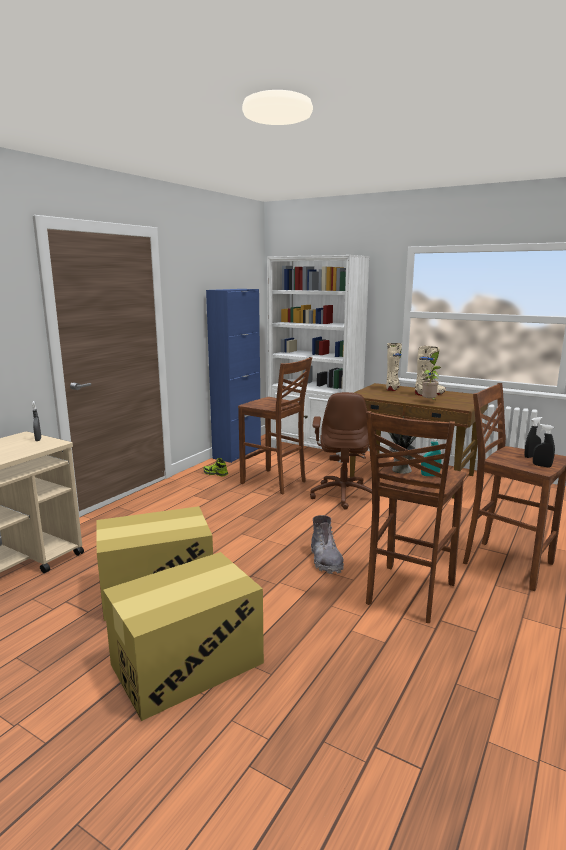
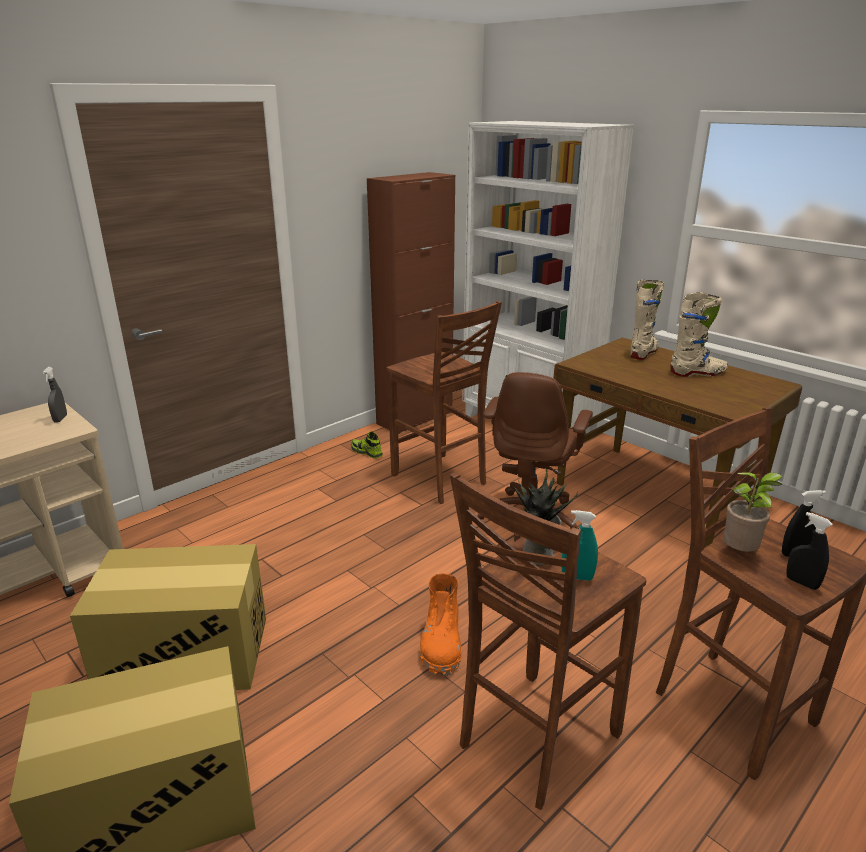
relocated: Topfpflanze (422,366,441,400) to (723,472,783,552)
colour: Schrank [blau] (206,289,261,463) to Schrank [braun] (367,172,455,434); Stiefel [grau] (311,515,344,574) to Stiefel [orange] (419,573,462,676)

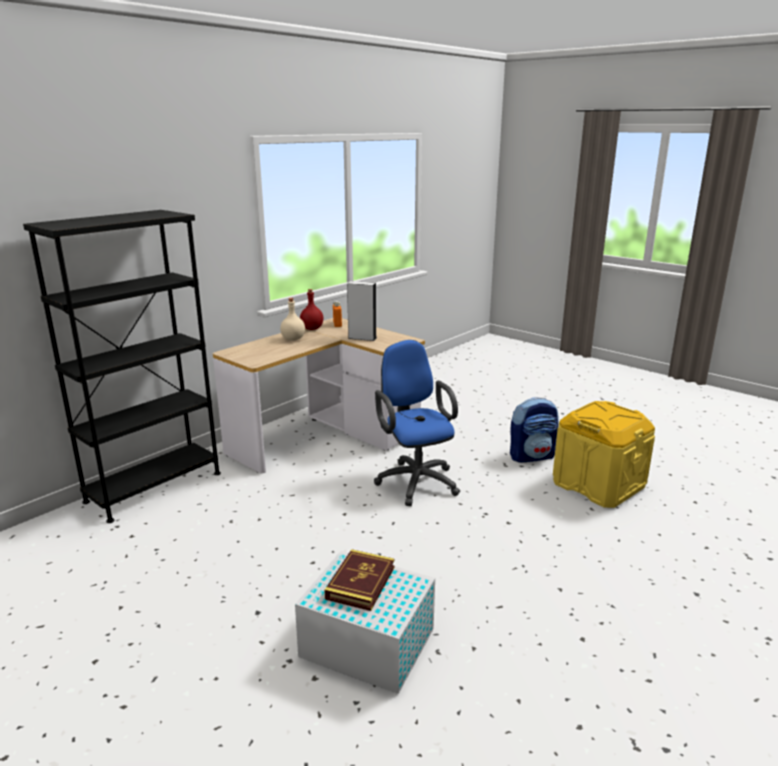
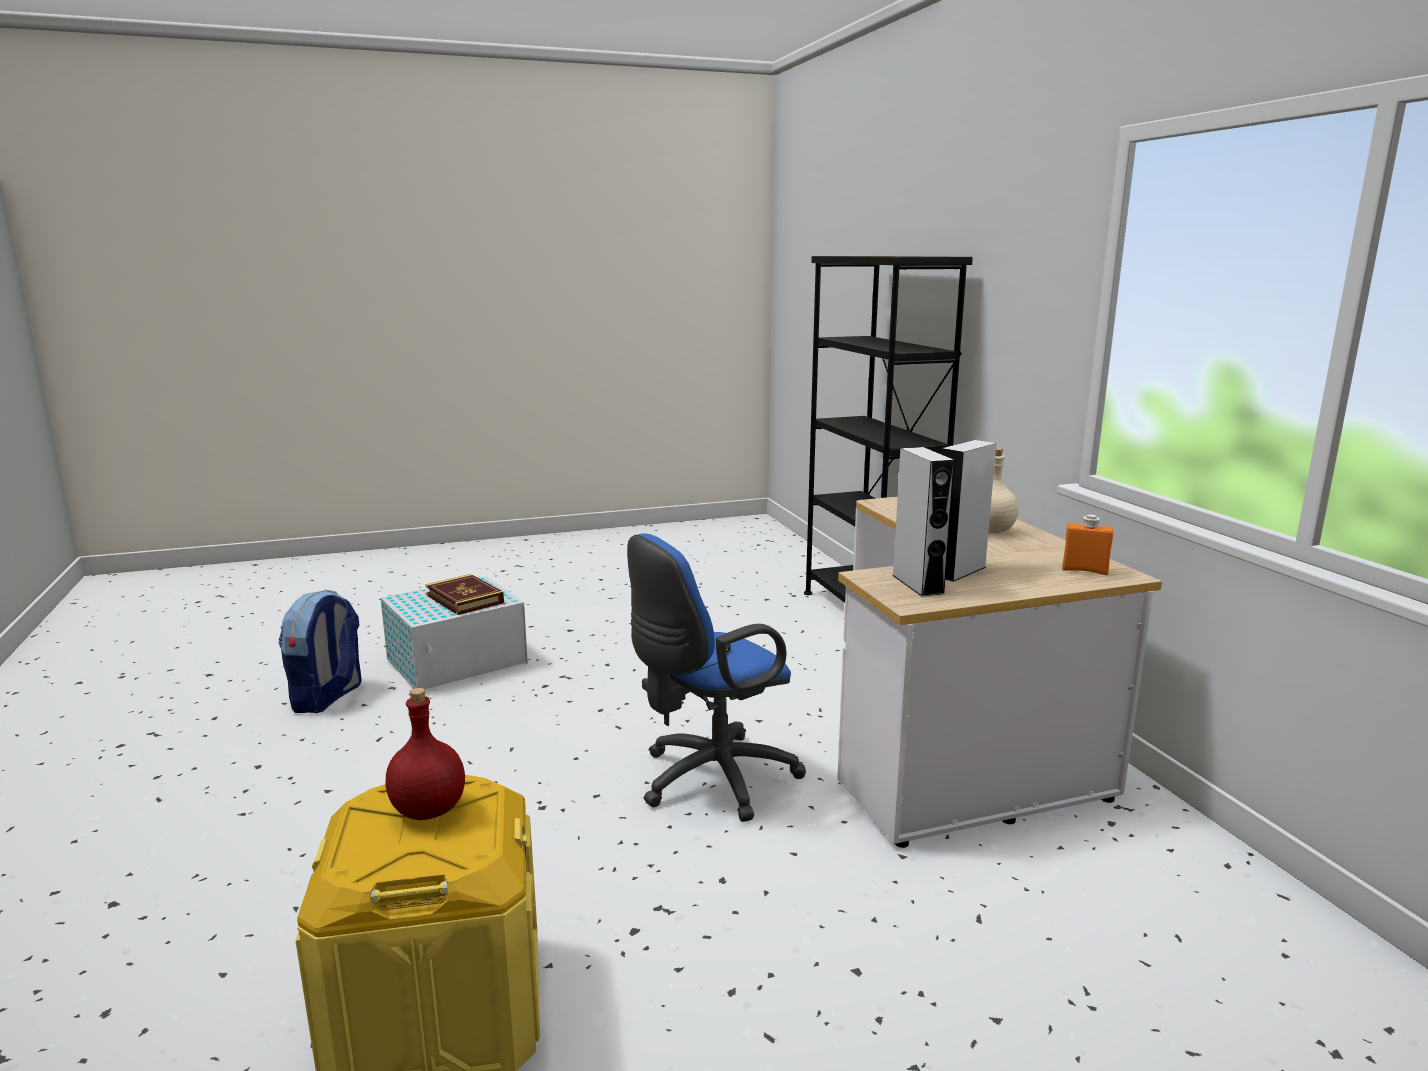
appeared: Lautsprecher [grau] (892,447,954,597)
relocated: Rucksack (510,397,559,463) to (278,590,362,713); Flasche [rot] (300,289,323,330) to (386,688,465,820)
spun: Bürostuhl [blau] (374,340,460,506) = (627,533,806,822) 135 degrees clockwise

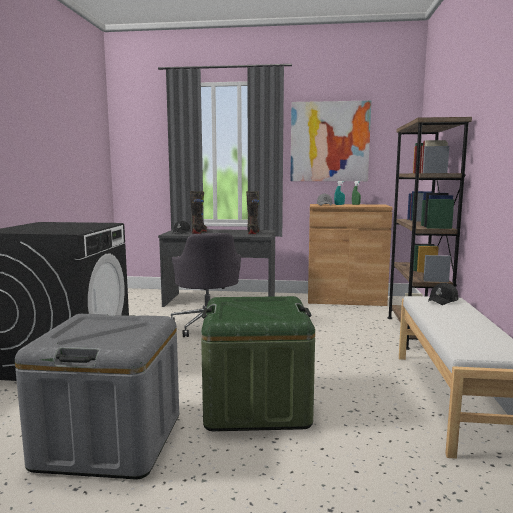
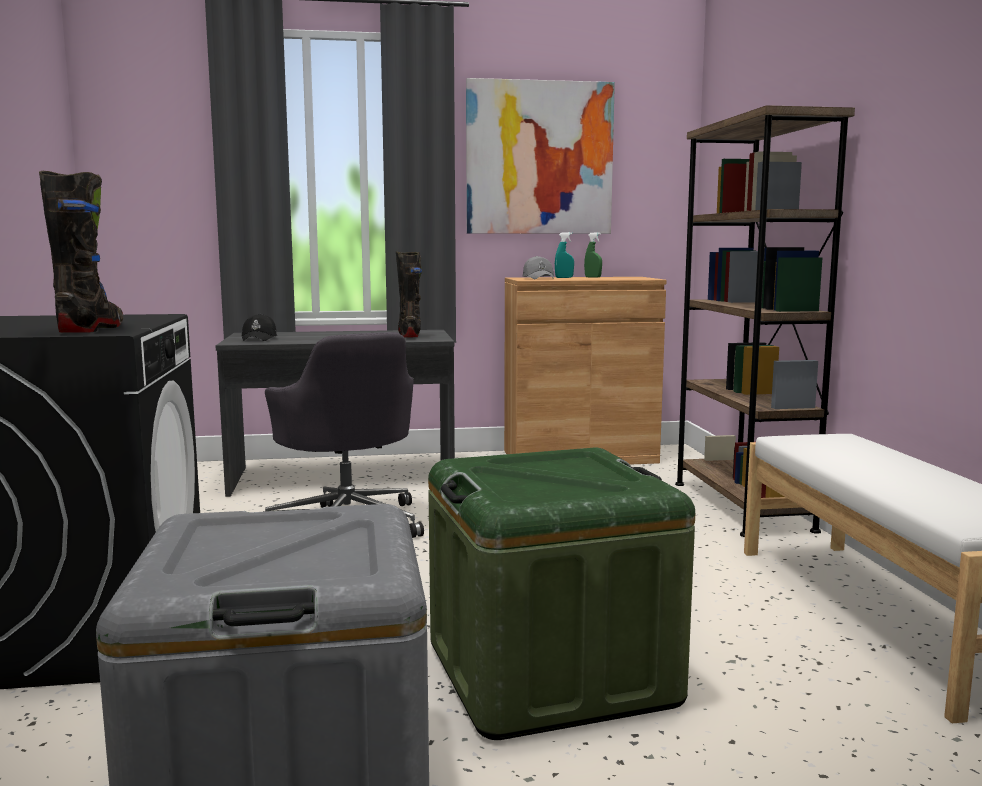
missing: Kappe [schwarz] (428,283,458,305)
relocated: Stiefel [schwarz] (190,191,207,234) to (39,171,123,333)

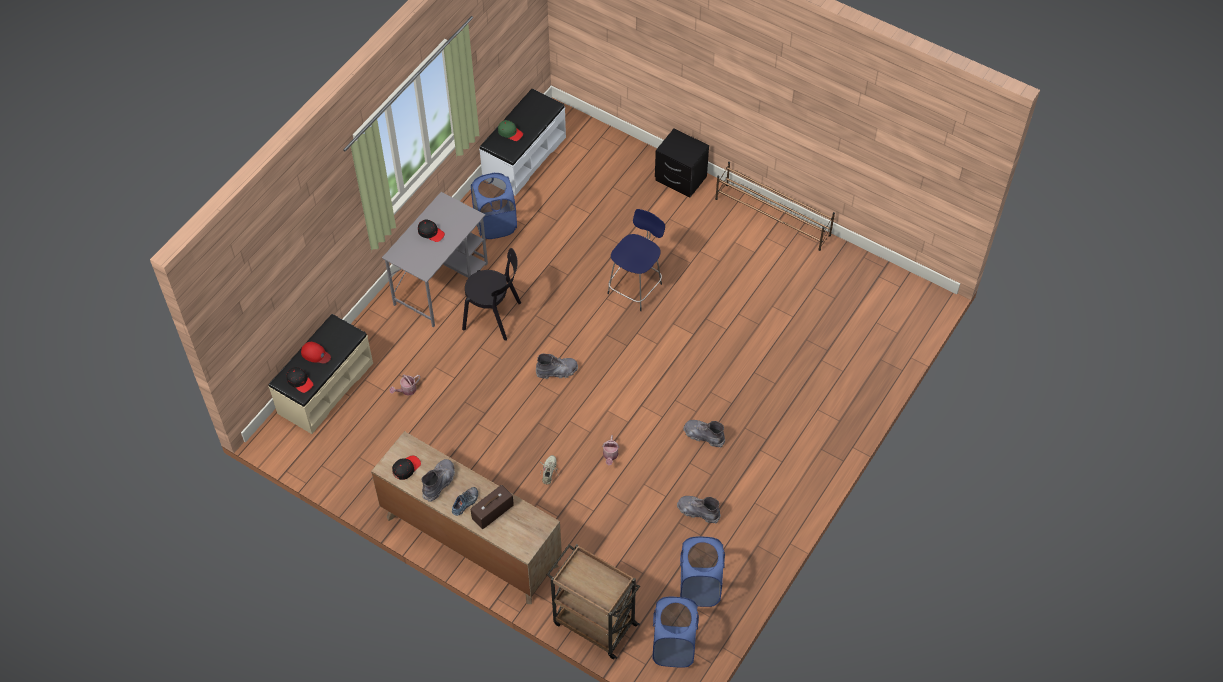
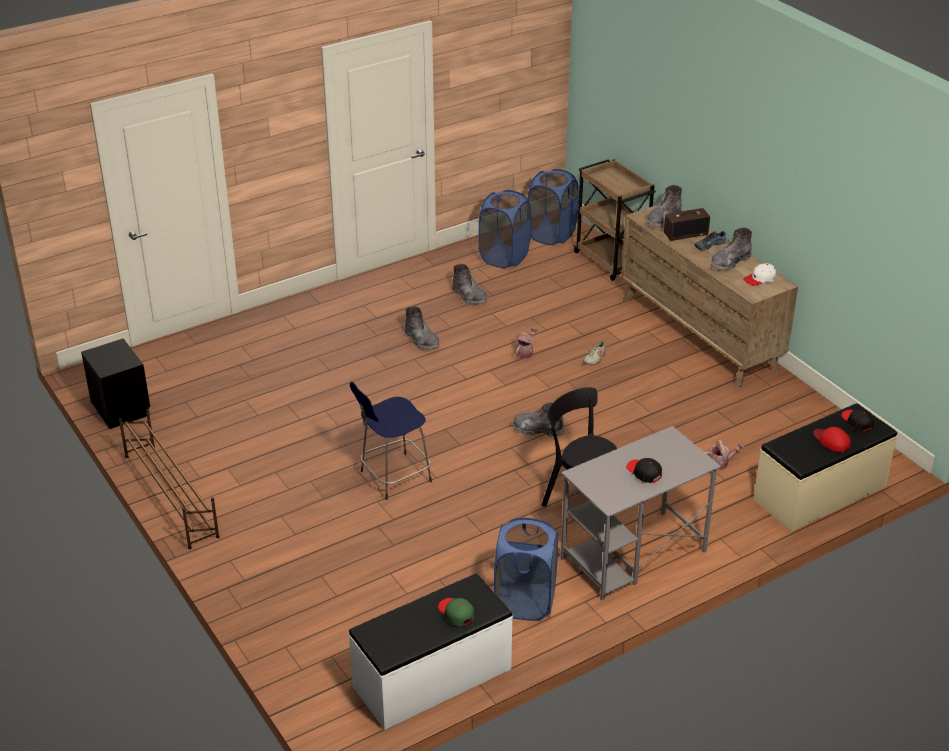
appeared: Stiefel [grau] (648,185,682,228)
relocated: Nachttisch [schwarz] (655,129,709,197) to (81,338,150,429)
colour: Kappe [schwarz] (392,456,421,480) to Kappe [weiß] (744,263,776,286)

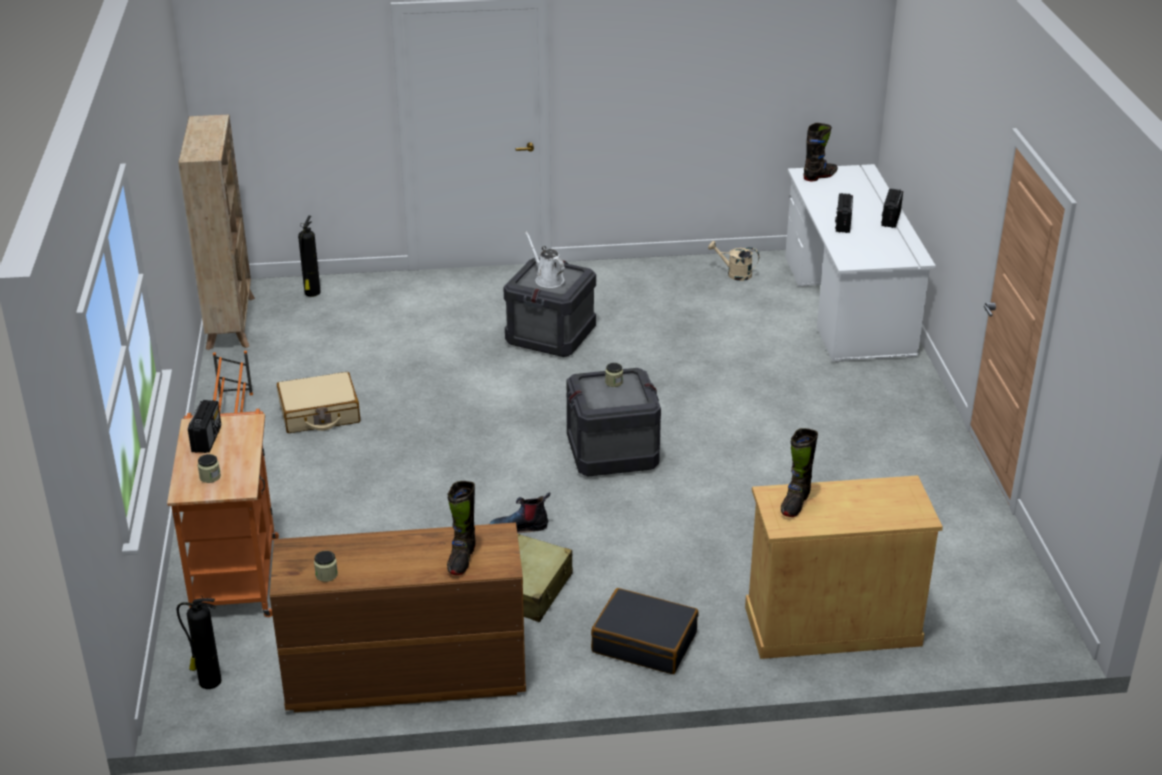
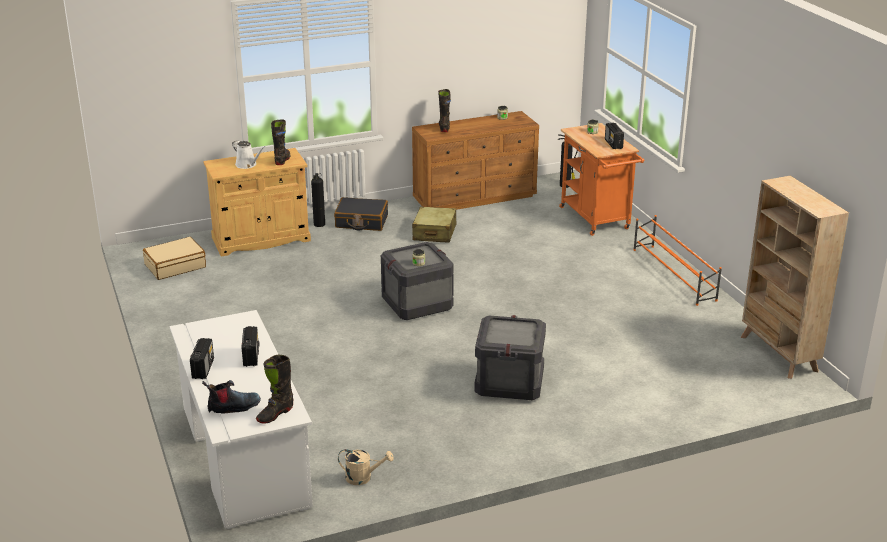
relocated: Koffer [beige] (277,372,360,433) to (143,237,206,280); Stiefel (490,493,550,533) to (202,380,261,413); Gießkanne [weiß] (525,232,565,288) to (232,140,265,169); Feuerlöscher (298,216,321,297) to (311,173,325,227)

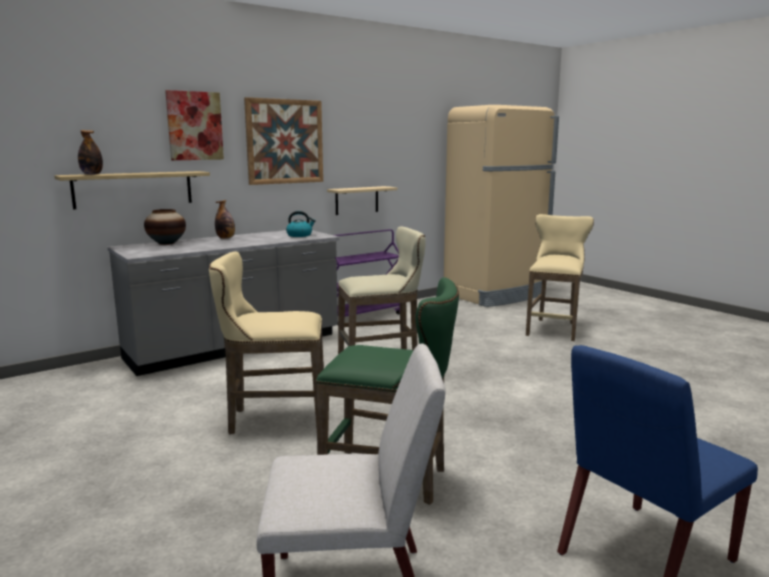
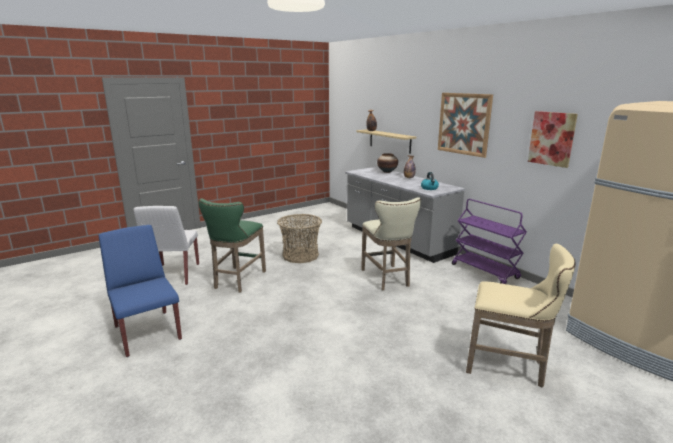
missing: Wandregal [beige] (327,186,398,215)
relocated: Bild (165,90,224,160) to (528,111,578,168)
exchanged: Hocker [beige] (209,251,324,434) to Korb (277,214,322,263)

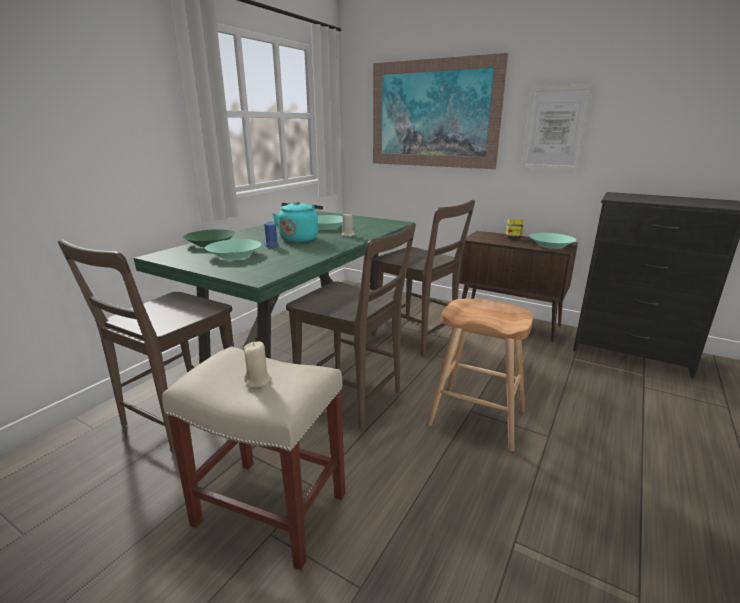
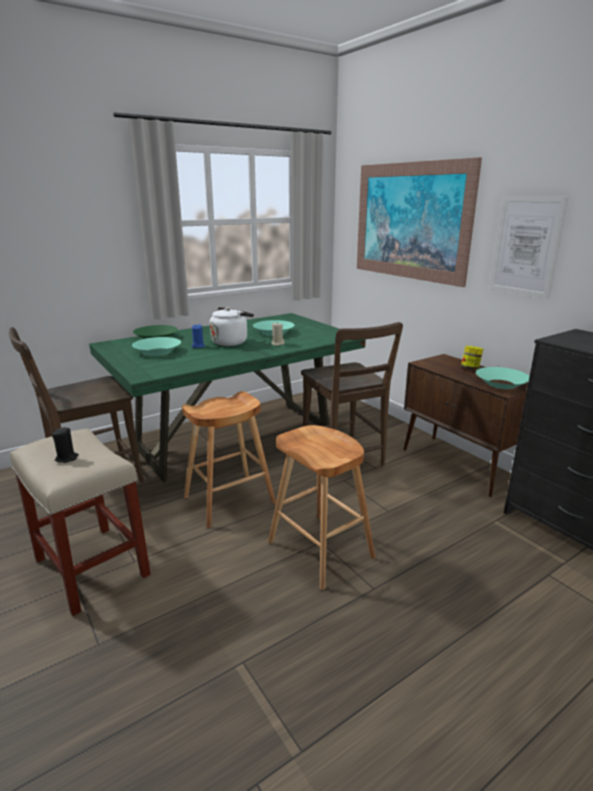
exchanged: Stuhl [braun] (286,223,416,429) to Hocker [braun] (182,391,276,528)
colour: Kerze [beige] (243,341,272,387) to Kerze [schwarz] (52,427,79,463); Wasserkessel [türkis] (273,201,323,242) to Wasserkessel [weiß] (210,307,254,346)

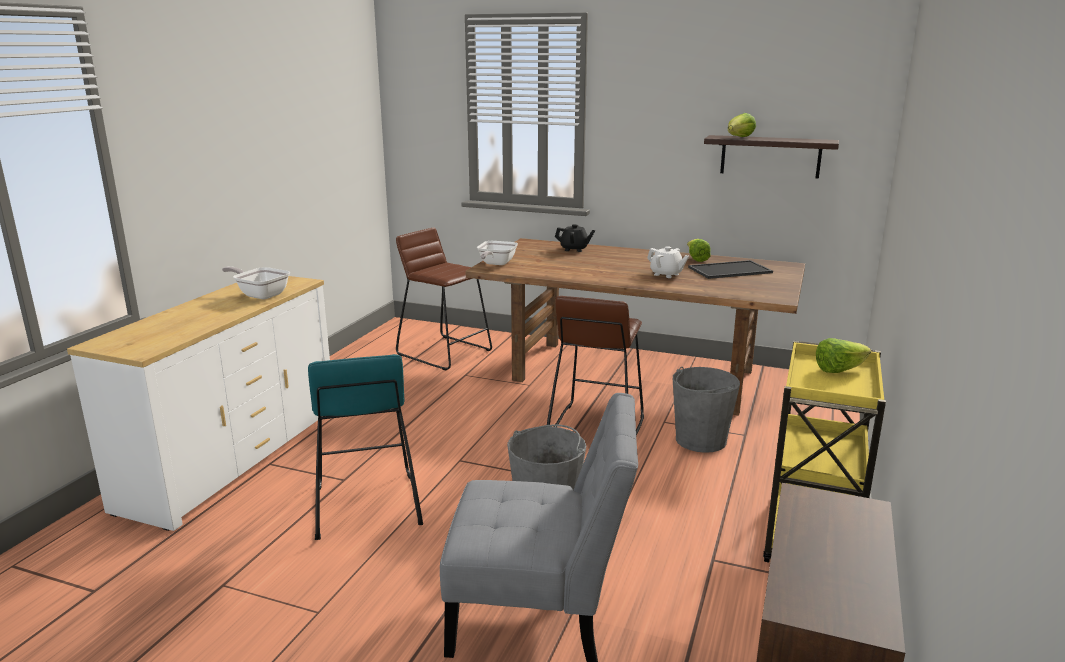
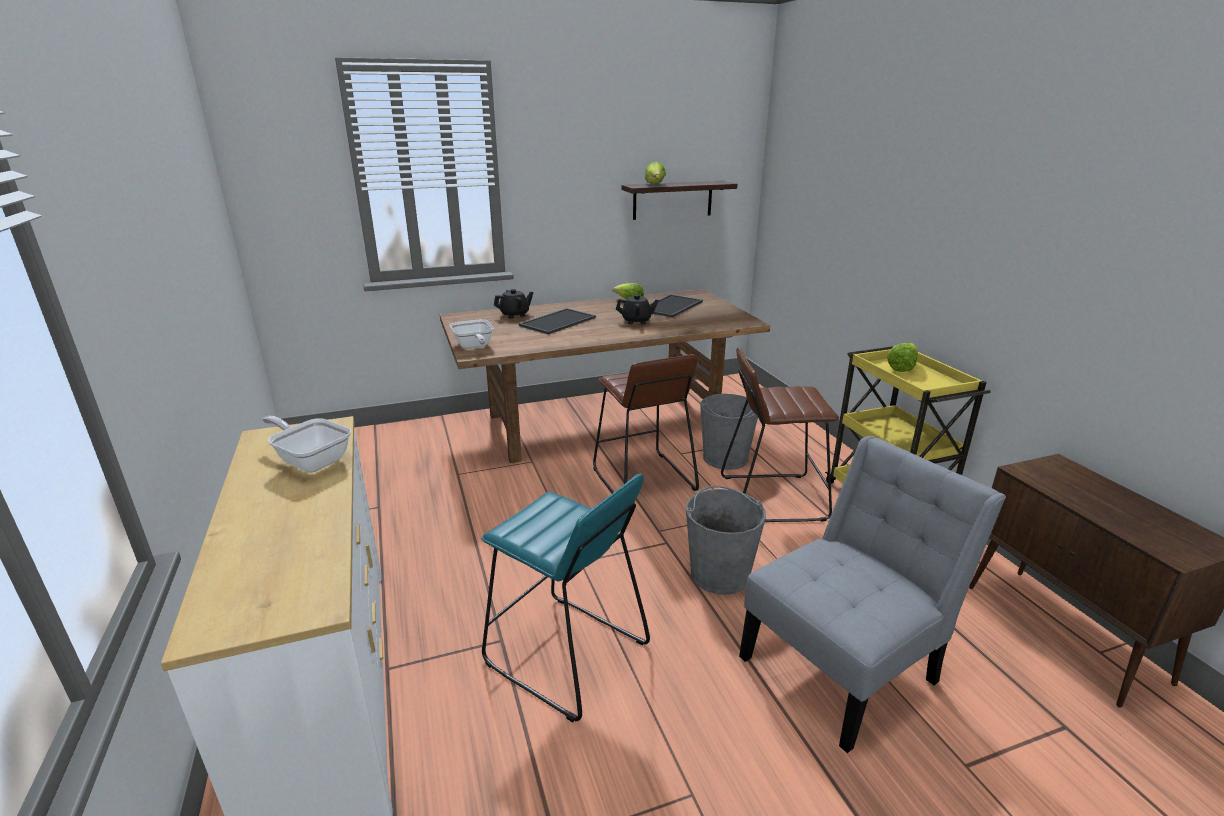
appeared: Tablett (519,308,596,334)
relocated: Hocker [braun] (396,228,492,370) to (721,347,839,522)
colour: Teekanne [weiß] (647,246,689,278) to Teekanne [schwarz] (616,295,659,324)
spun: Pfanne (222,266,290,299) = (262,416,351,473) 45 degrees clockwise

